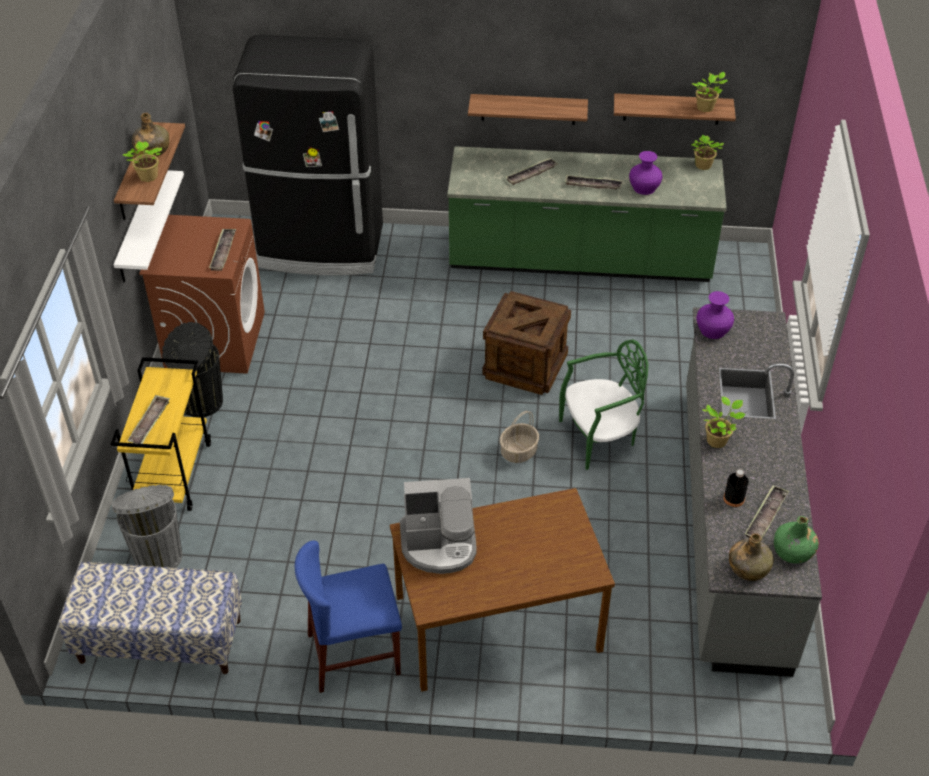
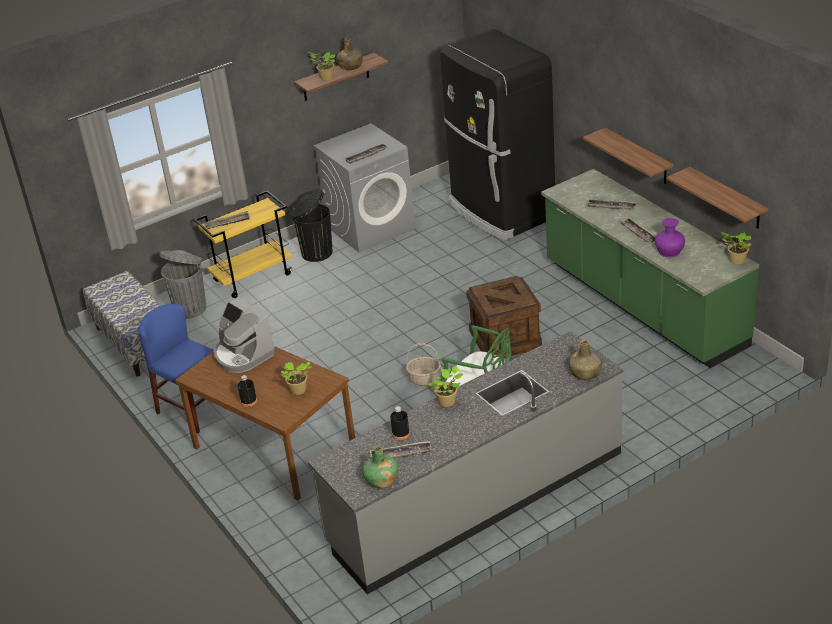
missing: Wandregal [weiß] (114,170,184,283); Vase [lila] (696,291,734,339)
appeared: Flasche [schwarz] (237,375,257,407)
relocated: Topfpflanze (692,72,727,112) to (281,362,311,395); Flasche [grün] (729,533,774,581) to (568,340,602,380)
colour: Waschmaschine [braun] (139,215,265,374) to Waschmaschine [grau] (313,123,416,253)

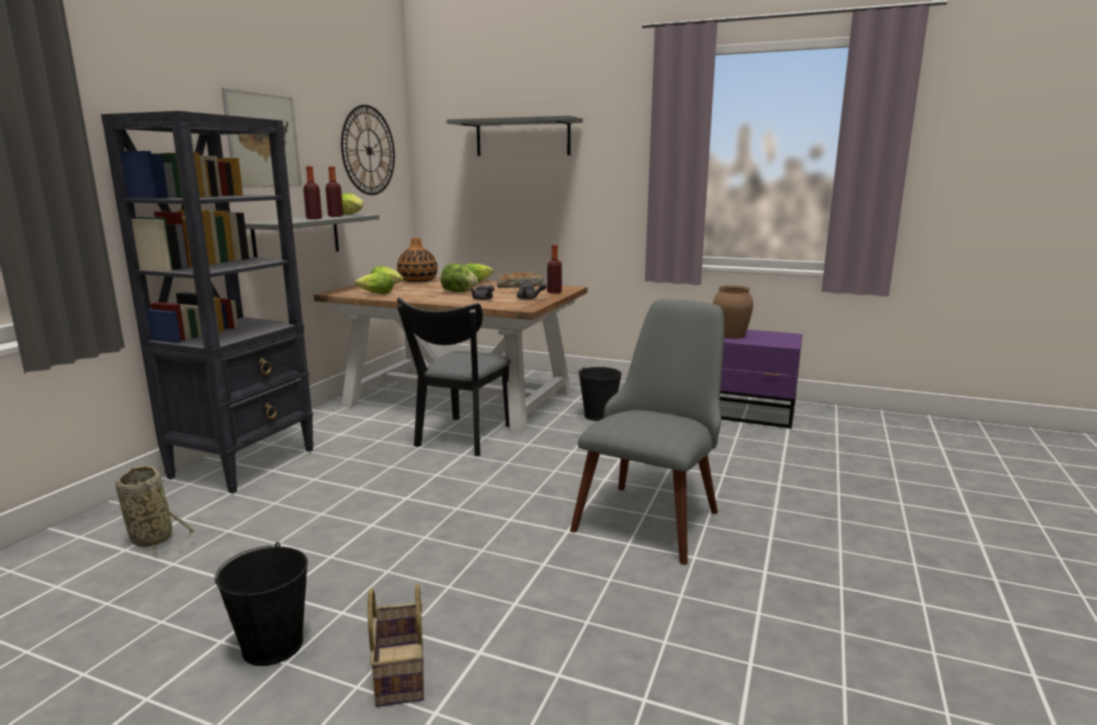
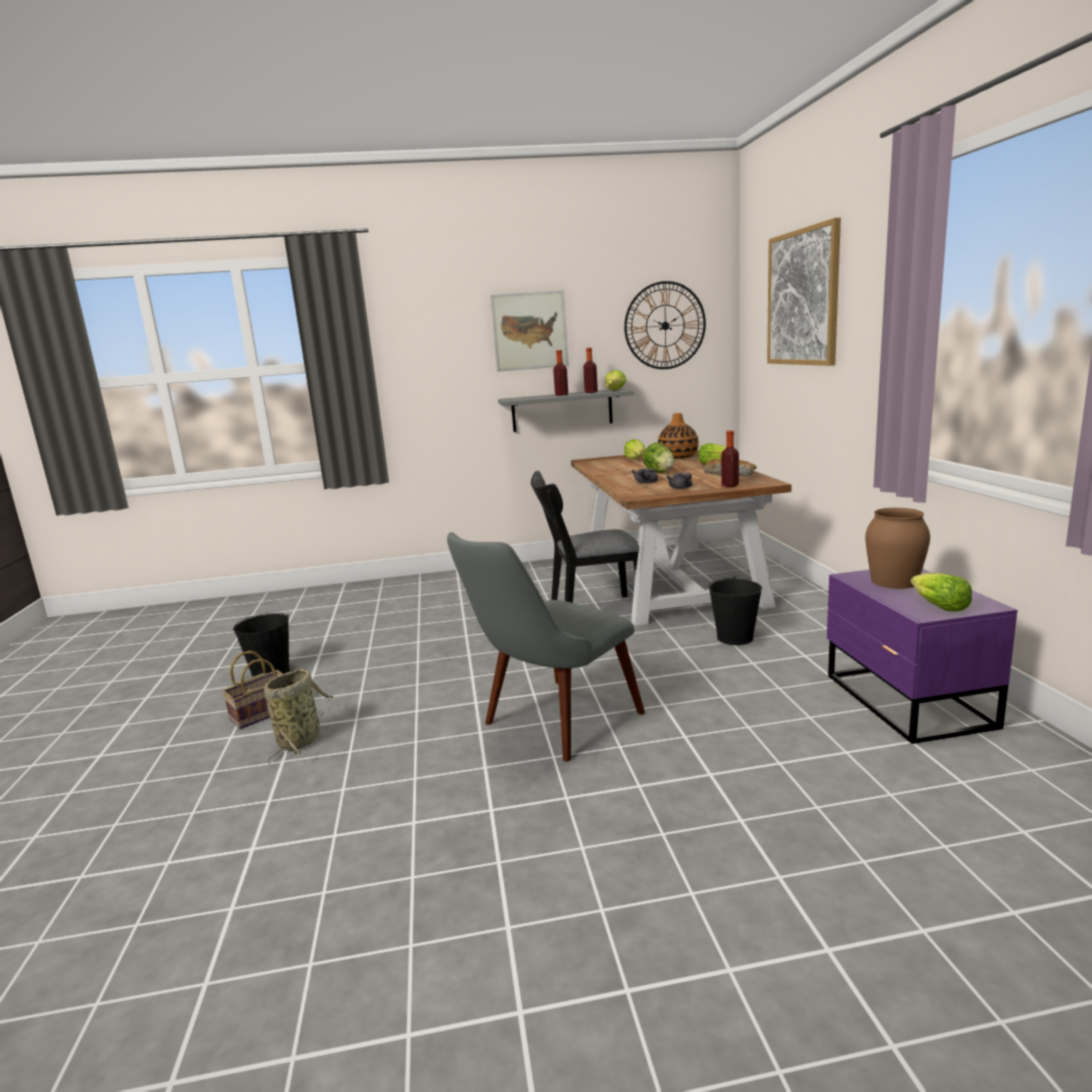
missing: Bücherregal [schwarz] (101,111,314,494)
relocated: Korb (116,465,196,554) to (264,669,334,764); Salatkopf (355,272,393,294) to (911,573,972,611)
exchanged: Wandregal [grau] (447,115,583,156) to Bild (767,218,841,366)
spun: Stuhl [grau] (570,299,725,565) = (447,532,645,762) 135 degrees clockwise

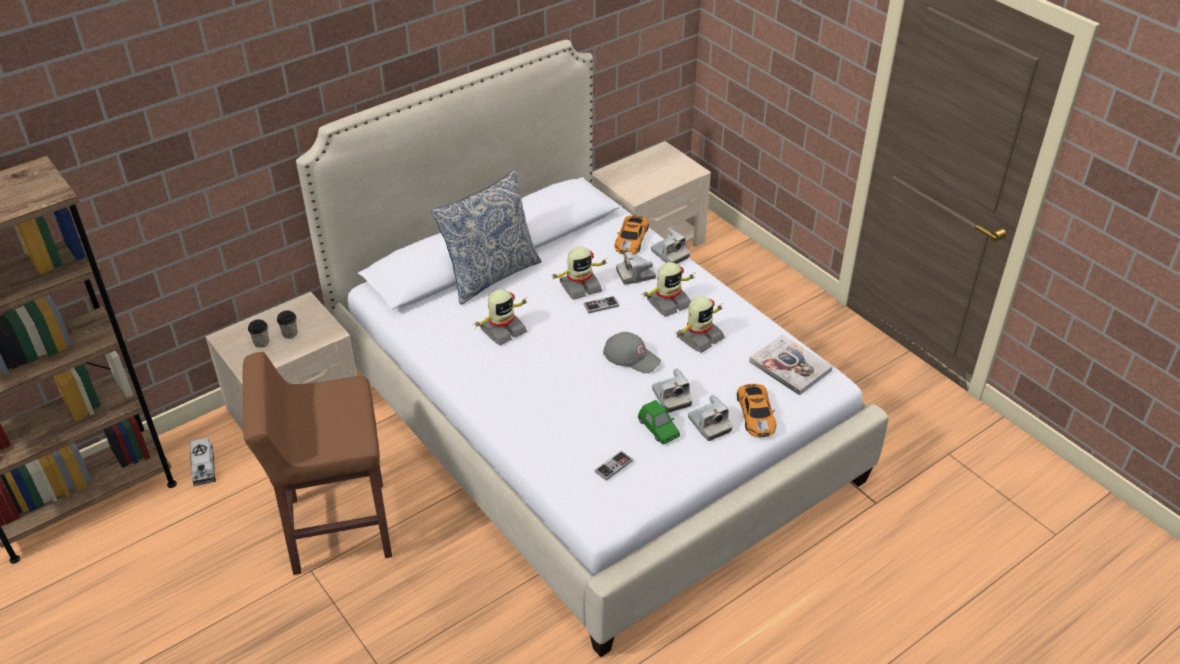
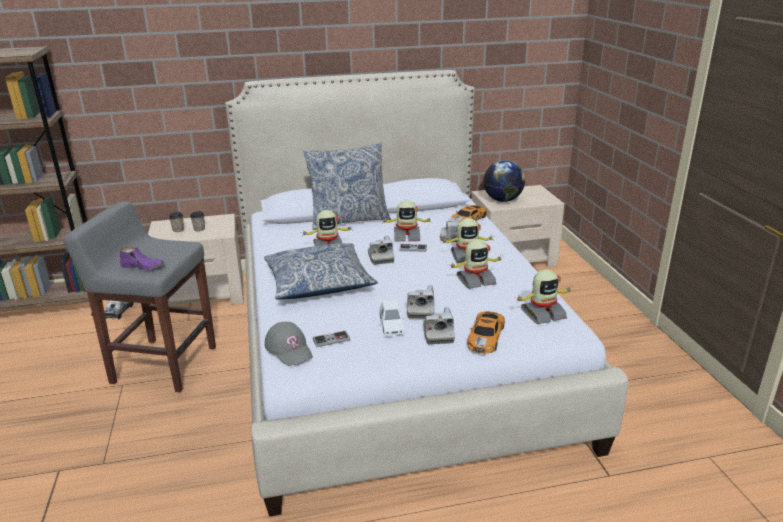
appeared: Schuh [lila] (120,247,164,270); Kissen (264,243,378,300); Globus (483,160,525,202)
relocated: Kappe [grau] (603,332,661,373) to (265,322,313,366); Kamera (651,228,690,264) to (368,236,394,265)
exchanged: Buch (749,335,833,395) to Spielzeugroboter (516,270,572,324)
colour: Hocker [braun] (242,352,392,575) to Hocker [grau] (63,201,216,392); Spielzeugauto [grün] (638,400,680,445) to Spielzeugauto [weiß] (380,300,405,336)

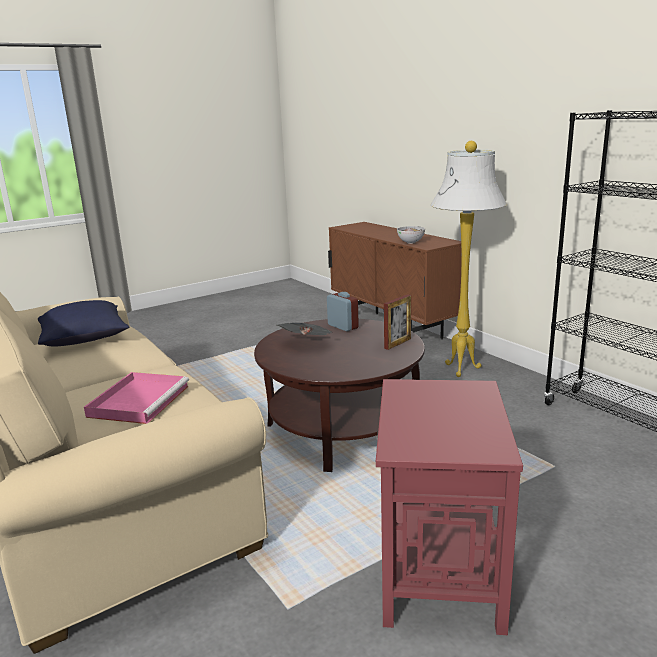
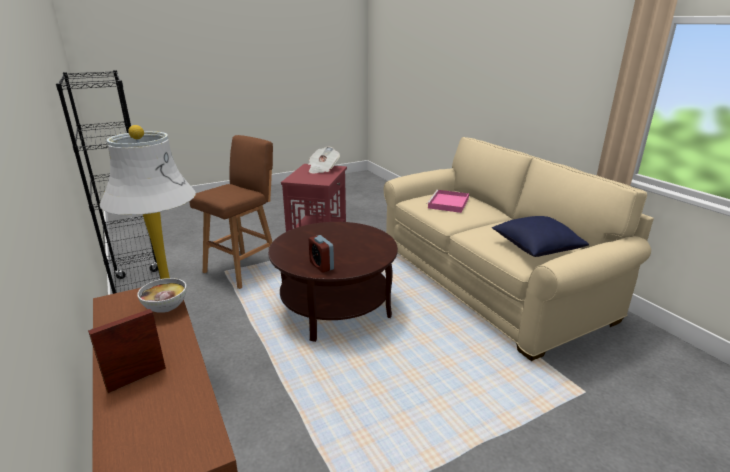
appeared: Hocker [braun] (189,135,277,289)
relocated: Bilderrahmen (384,294,411,350) to (88,309,166,393); Zeitung (277,323,332,335) to (308,147,340,174)

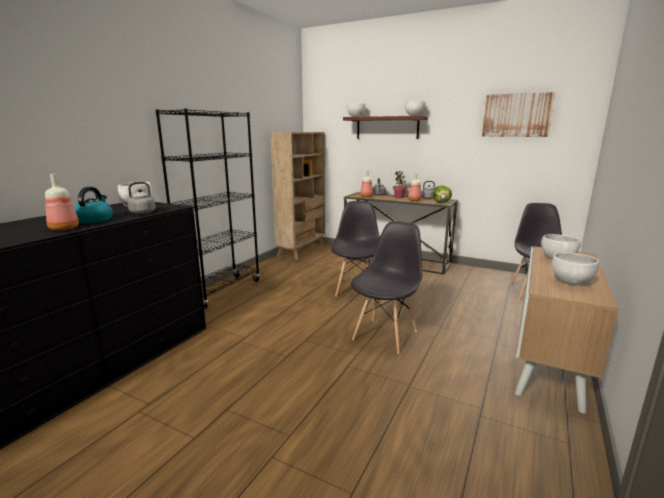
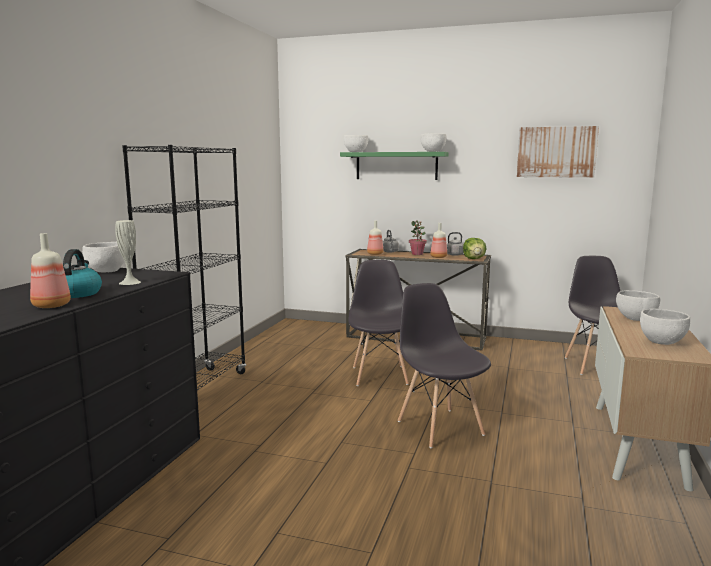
missing: Bücherregal [beige] (270,132,325,260)
exchanged: Wasserkessel [grau] (118,182,156,214) to Vase [weiß] (115,220,141,285)
colour: Wandregal [braun] (343,116,428,139) to Wandregal [grün] (340,152,449,180)
spun: Stuhl [grau] (351,221,422,354) = (398,283,491,448) 45 degrees counterclockwise

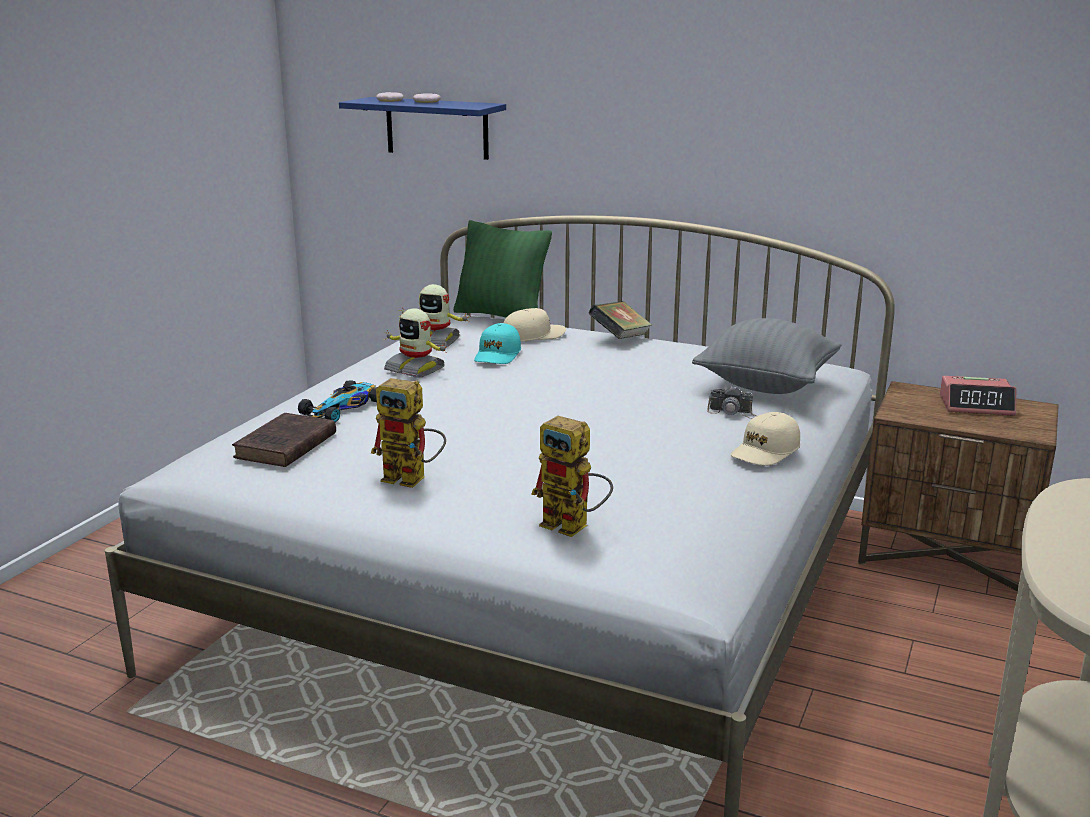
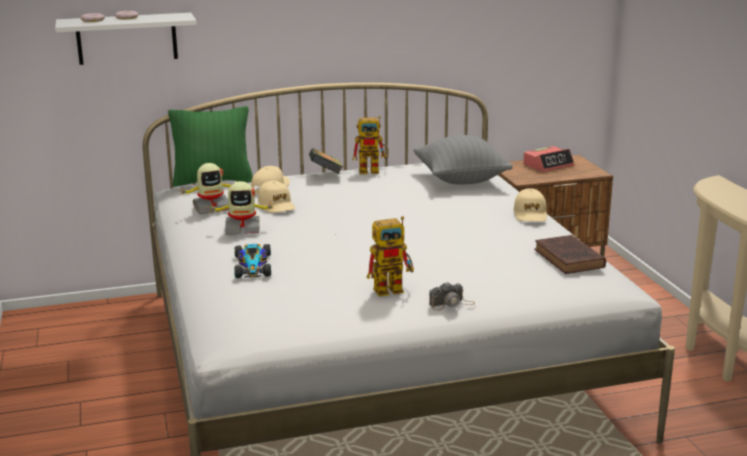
relocated: Spielzeugroboter (531,416,613,537) to (352,116,389,174); Kamera (707,386,756,419) to (429,282,475,310); Buch [braun] (232,413,336,467) to (534,235,606,274)
colour: Wandregal [blau] (339,97,506,160) to Wandregal [weiß] (55,13,197,65); Kappe [türkis] (474,323,521,364) to Kappe [beige] (258,181,295,213)

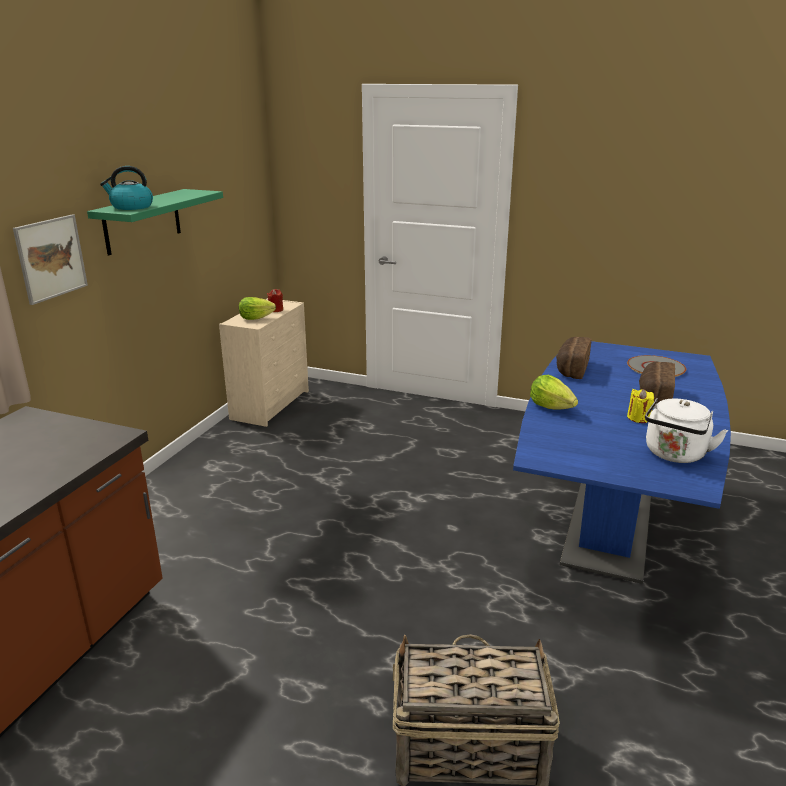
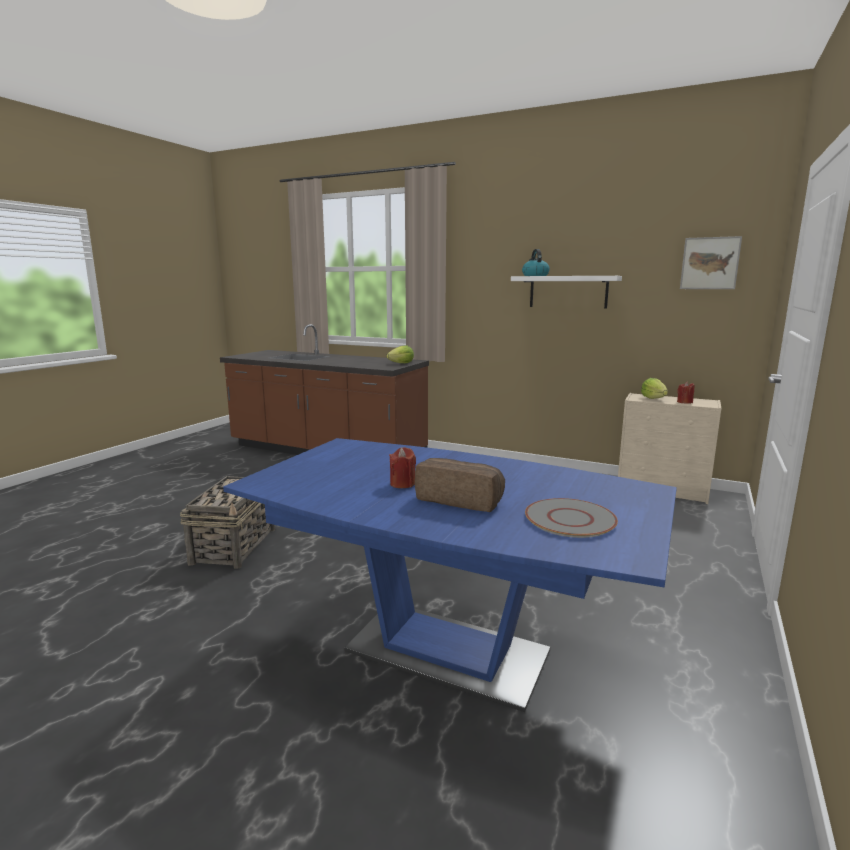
missing: Brot (556,337,592,379); Wasserkessel [weiß] (645,398,728,463)
relocated: Salatkopf (530,375,578,409) to (386,345,414,363); Bild (13,214,88,305) to (680,236,742,289)
colour: Kerze [gelb] (627,389,654,423) to Kerze [rot] (389,447,416,488); Wandregal [grün] (87,189,223,255) to Wandregal [weiß] (511,276,622,309)

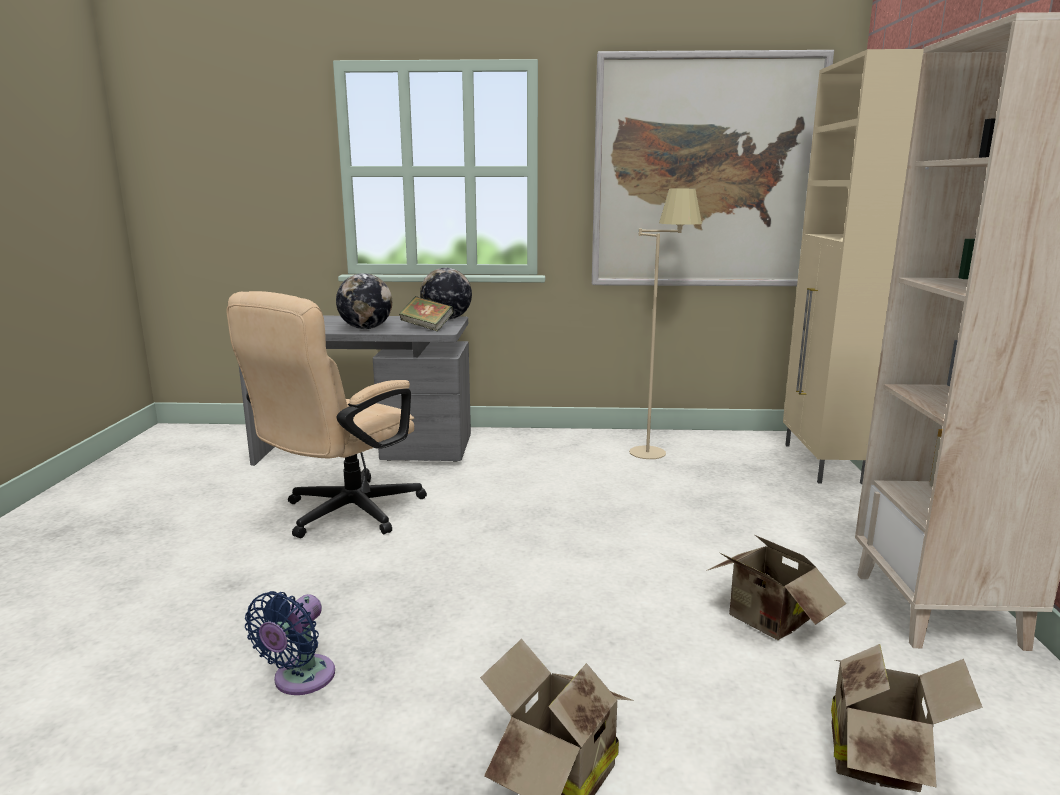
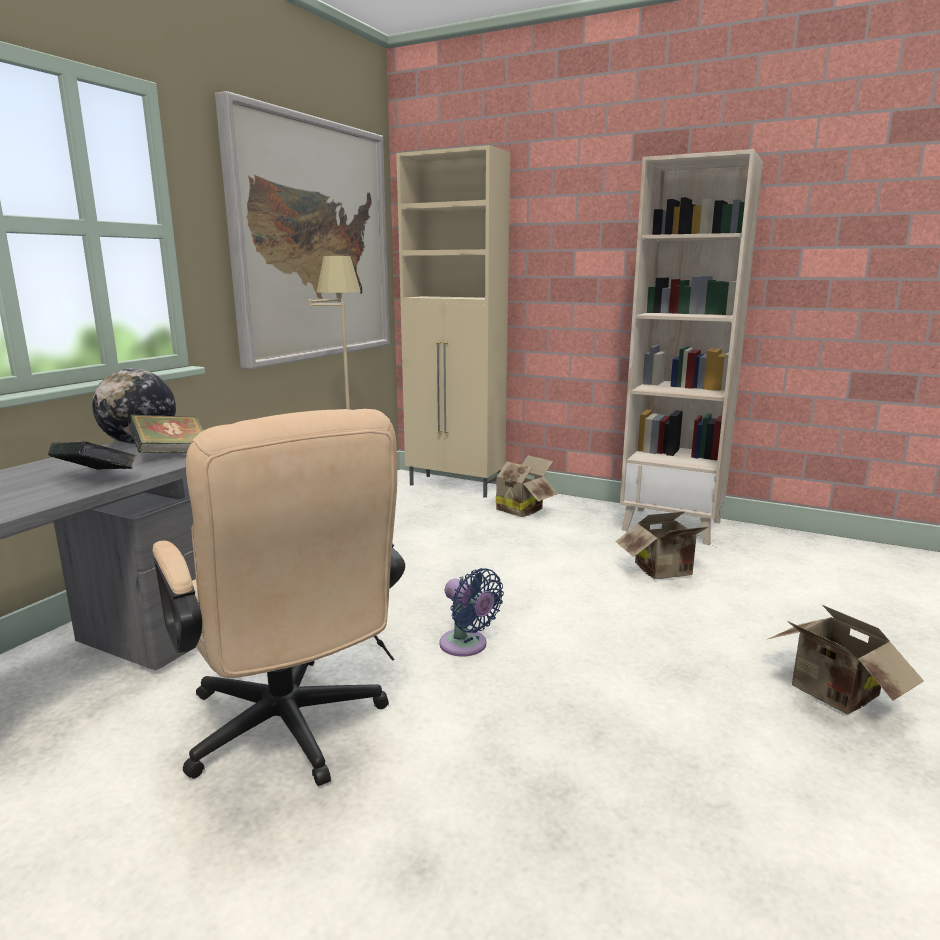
relocated: Ventilator [blau] (245,591,335,695) to (439,568,504,657); Karton (831,644,983,792) to (484,455,558,517)
exchanged: Globus (336,273,392,329) to Buch (48,441,136,470)

